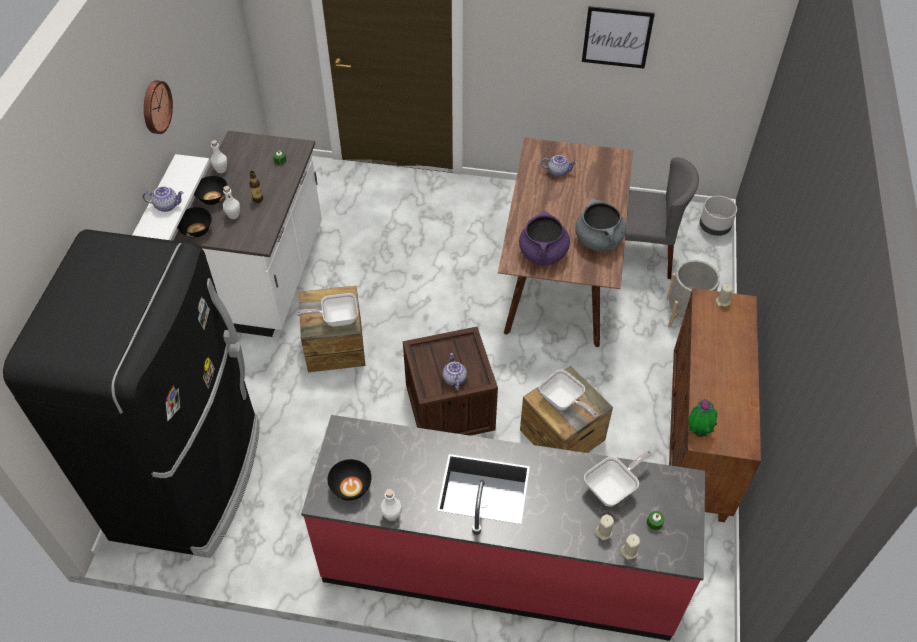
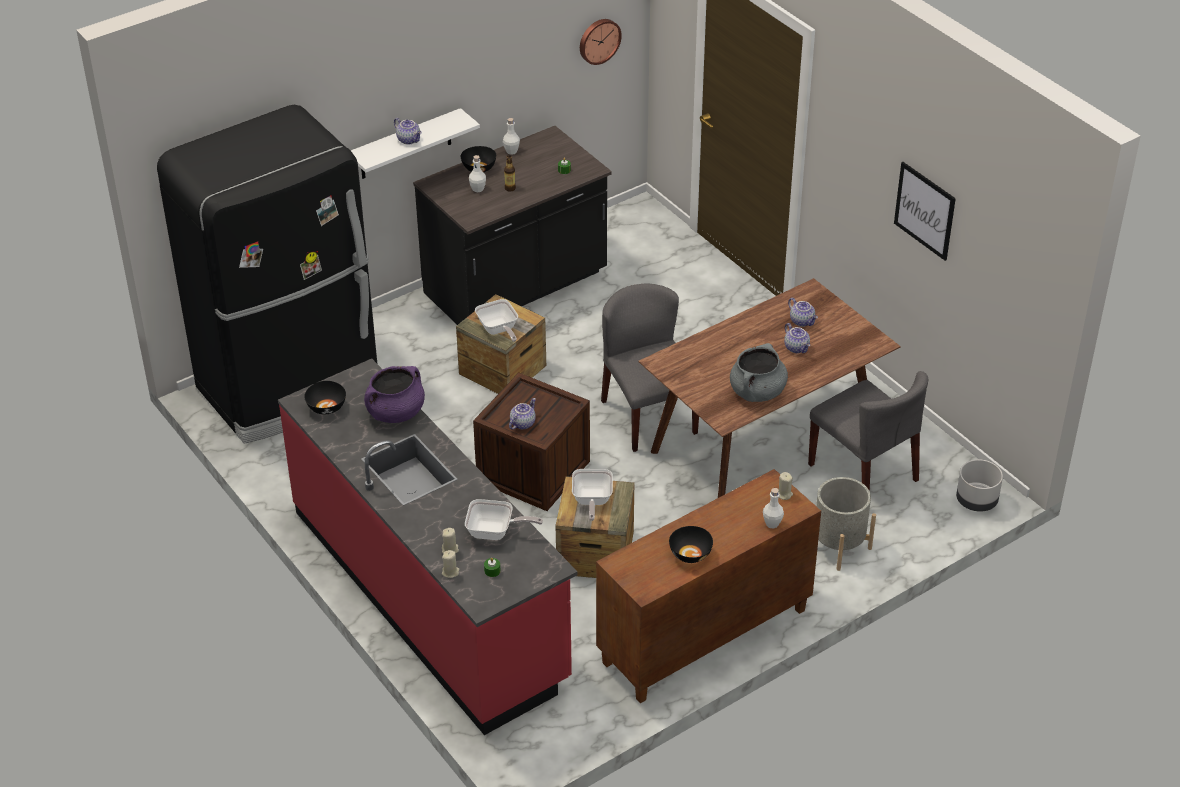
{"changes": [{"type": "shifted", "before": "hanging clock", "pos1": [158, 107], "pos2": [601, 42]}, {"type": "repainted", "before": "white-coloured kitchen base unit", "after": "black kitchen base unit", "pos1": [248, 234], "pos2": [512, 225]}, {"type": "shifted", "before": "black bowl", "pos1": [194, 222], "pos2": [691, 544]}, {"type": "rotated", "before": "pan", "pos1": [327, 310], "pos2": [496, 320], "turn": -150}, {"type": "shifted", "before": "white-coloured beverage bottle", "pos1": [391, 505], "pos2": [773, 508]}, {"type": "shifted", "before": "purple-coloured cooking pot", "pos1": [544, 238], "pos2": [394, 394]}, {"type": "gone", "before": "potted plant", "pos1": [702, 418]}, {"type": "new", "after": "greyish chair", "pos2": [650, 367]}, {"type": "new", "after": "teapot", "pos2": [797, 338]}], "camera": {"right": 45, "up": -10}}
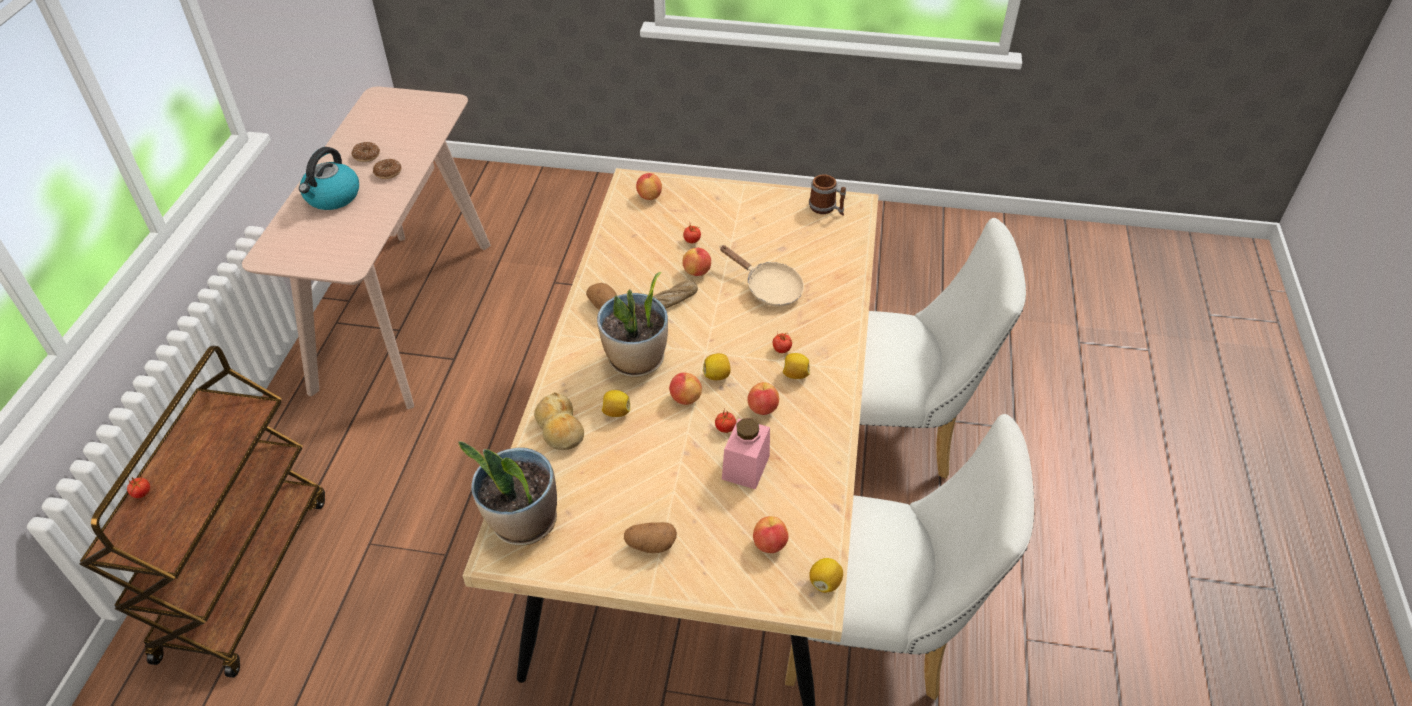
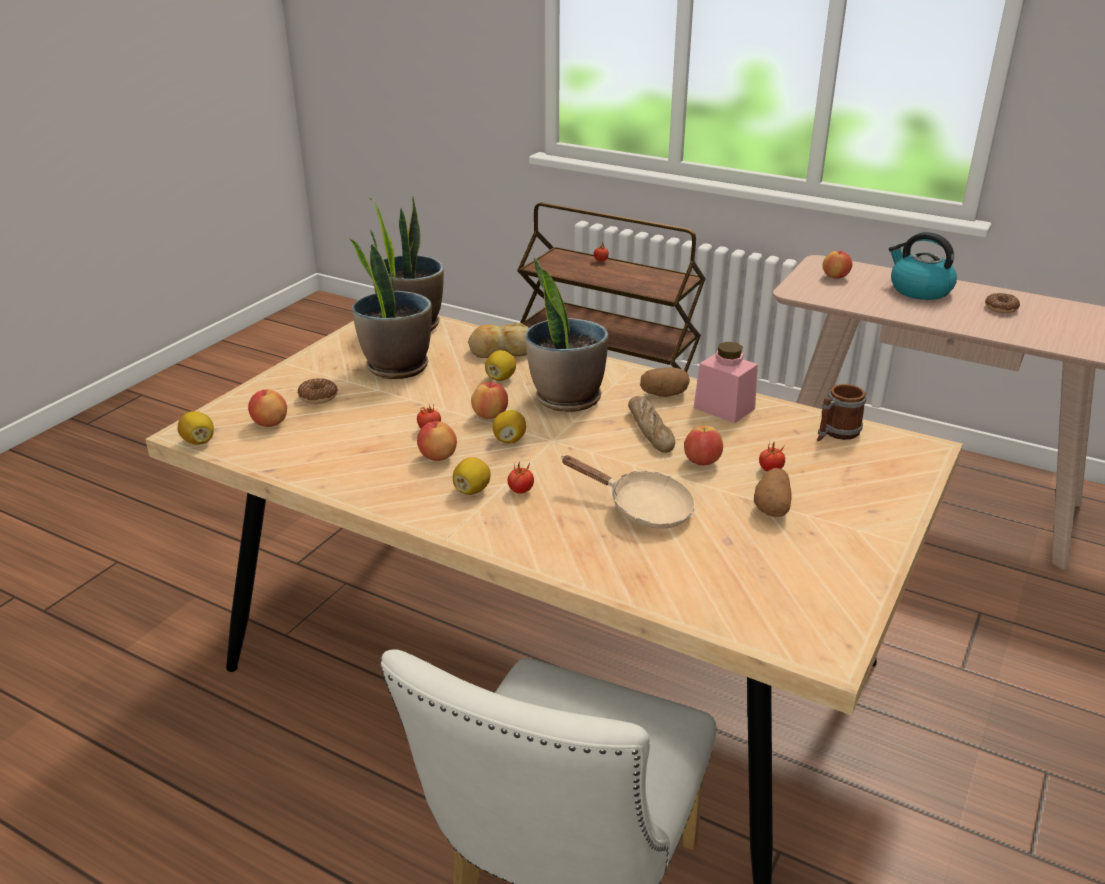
{"changes": [{"type": "shifted", "before": "ring doughnut", "pos1": [387, 169], "pos2": [318, 391]}, {"type": "shifted", "before": "whole potato", "pos1": [650, 537], "pos2": [773, 492]}, {"type": "shifted", "before": "whole apple", "pos1": [649, 186], "pos2": [837, 264]}, {"type": "rotated", "before": "beige-coloured pan", "pos1": [762, 276], "pos2": [628, 492], "turn": -120}, {"type": "shifted", "before": "pink-coloured preserve jar", "pos1": [746, 454], "pos2": [726, 382]}, {"type": "gone", "before": "white-coloured chair", "pos1": [910, 557]}, {"type": "shifted", "before": "tea mug", "pos1": [827, 195], "pos2": [841, 412]}, {"type": "new", "after": "potted plant", "pos2": [391, 304]}], "camera": {"right": 110, "up": -15}}
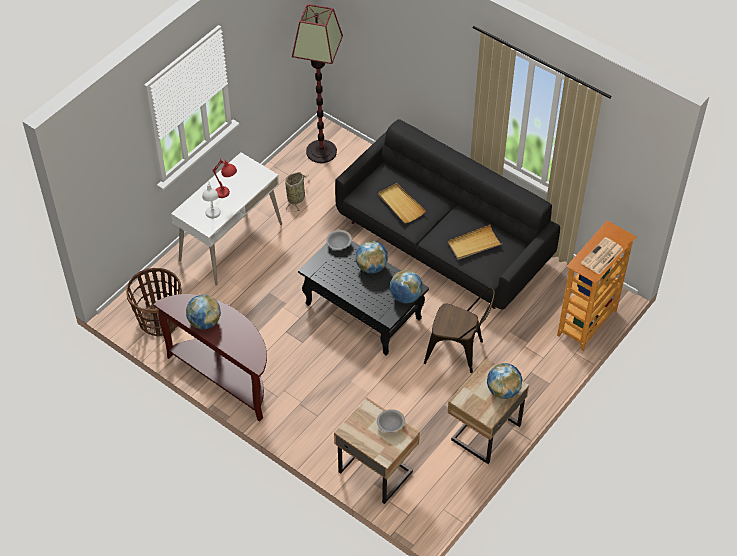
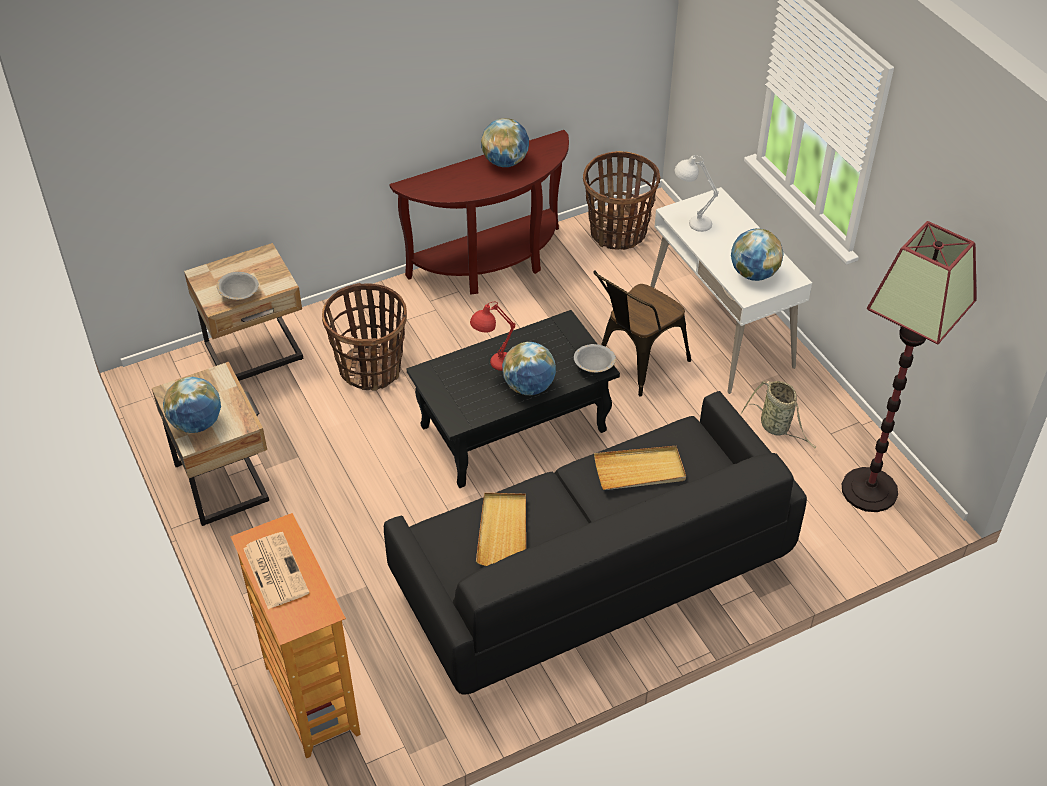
{"changes": [{"type": "shifted", "before": "reddish lamp for a table", "pos1": [225, 178], "pos2": [492, 336]}, {"type": "shifted", "before": "desk globe", "pos1": [406, 286], "pos2": [757, 254]}, {"type": "shifted", "before": "brown-coloured chair", "pos1": [459, 330], "pos2": [642, 333]}, {"type": "new", "after": "storage basket", "pos2": [364, 337]}], "camera": {"right": 115, "up": -5}}
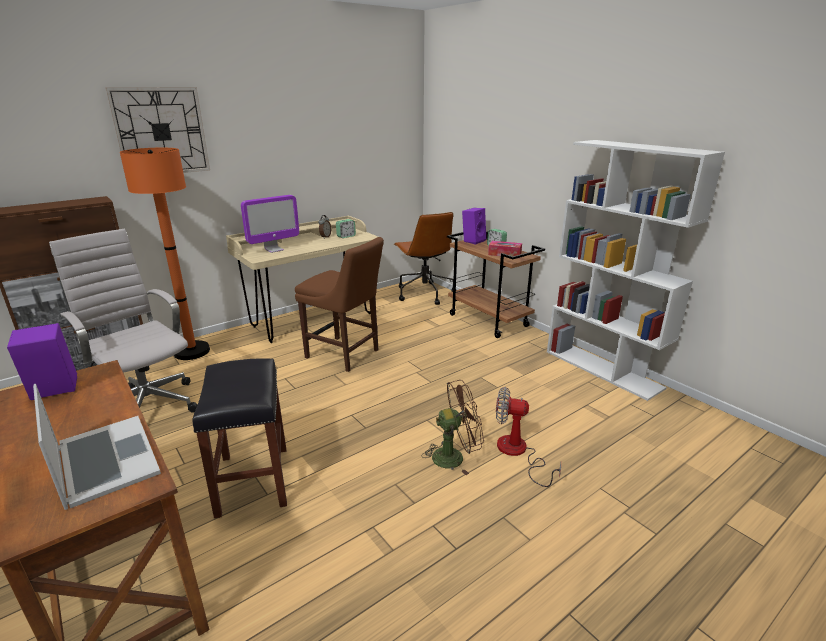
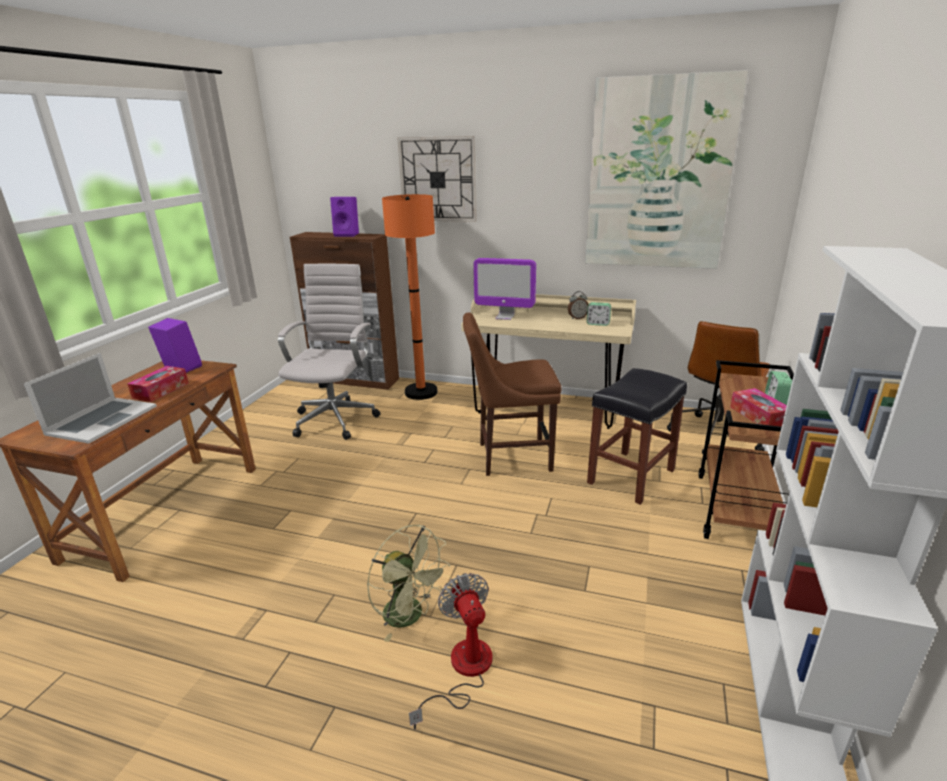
{"changes": [{"type": "shifted", "before": "black stool", "pos1": [240, 438], "pos2": [637, 436]}, {"type": "rotated", "before": "brown-coloured chair", "pos1": [339, 304], "pos2": [512, 394], "turn": 90}, {"type": "repainted", "before": "brown-coloured electric fan", "after": "greenish electric fan", "pos1": [452, 427], "pos2": [408, 583]}, {"type": "shifted", "before": "purple-coloured audio speaker", "pos1": [474, 226], "pos2": [344, 217]}, {"type": "new", "after": "tissue holder", "pos2": [158, 384]}, {"type": "new", "after": "wall picture", "pos2": [666, 169]}], "camera": {"right": 55, "up": 0}}
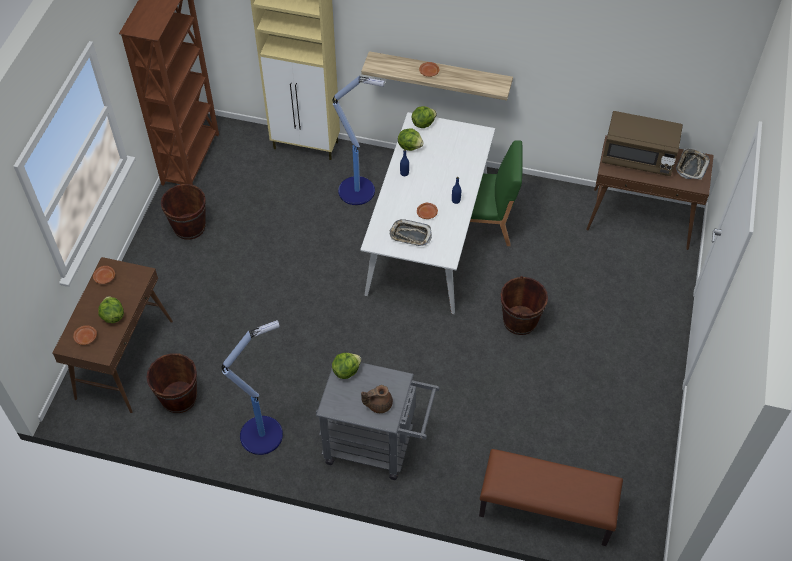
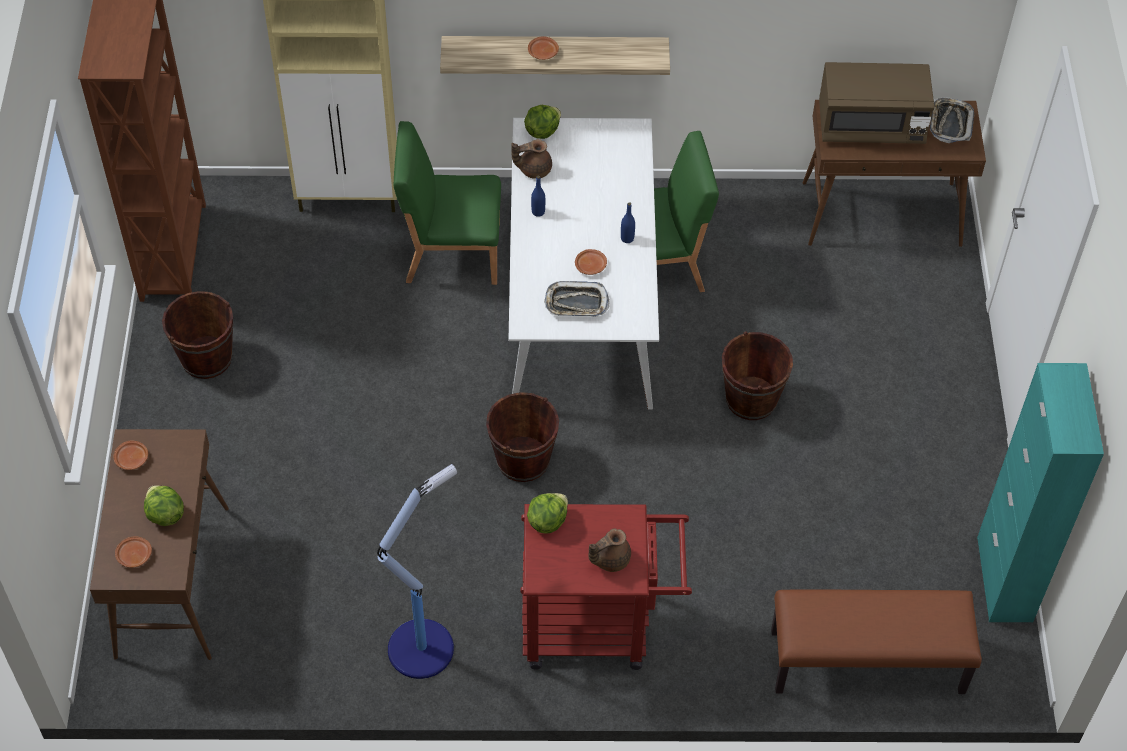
{"changes": [{"type": "shifted", "before": "brown-coloured water bucket", "pos1": [171, 383], "pos2": [522, 437]}, {"type": "repainted", "before": "greyish wheeled cart", "after": "reddish wheeled cart", "pos1": [378, 421], "pos2": [606, 587]}, {"type": "swapped", "before": "standard lamp", "after": "greenish chair", "pos1": [359, 140], "pos2": [447, 203]}, {"type": "swapped", "before": "lettuce head", "after": "brown-coloured teapot", "pos1": [411, 139], "pos2": [531, 159]}, {"type": "new", "after": "turquoise-coloured storage cabinet", "pos2": [1040, 492]}], "camera": {"right": -15, "up": 0}}
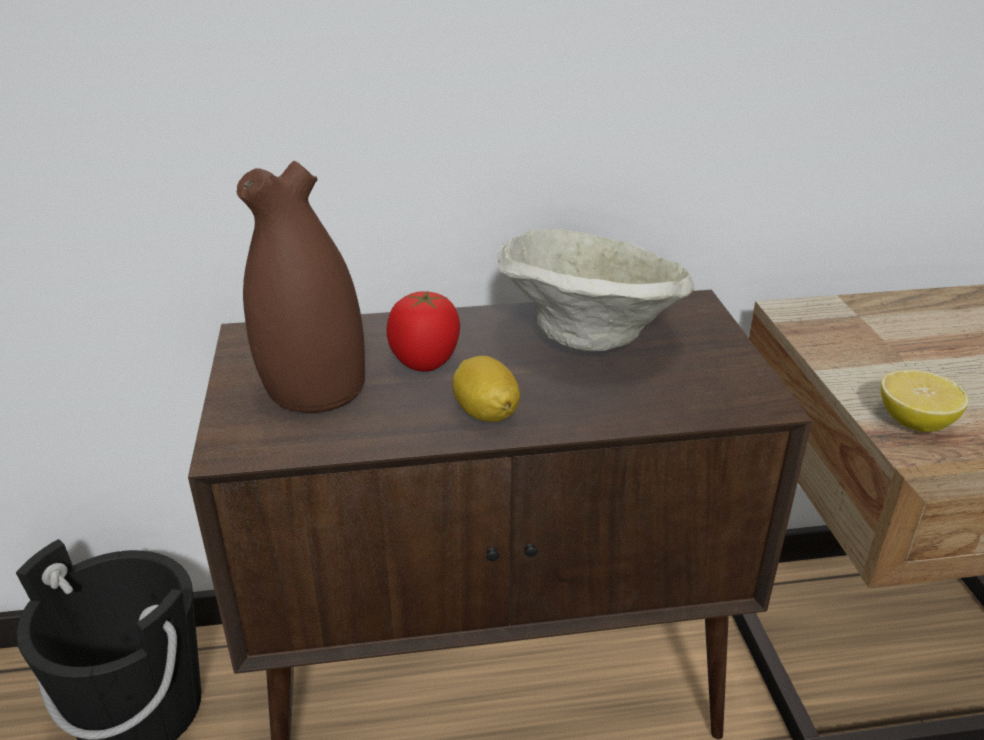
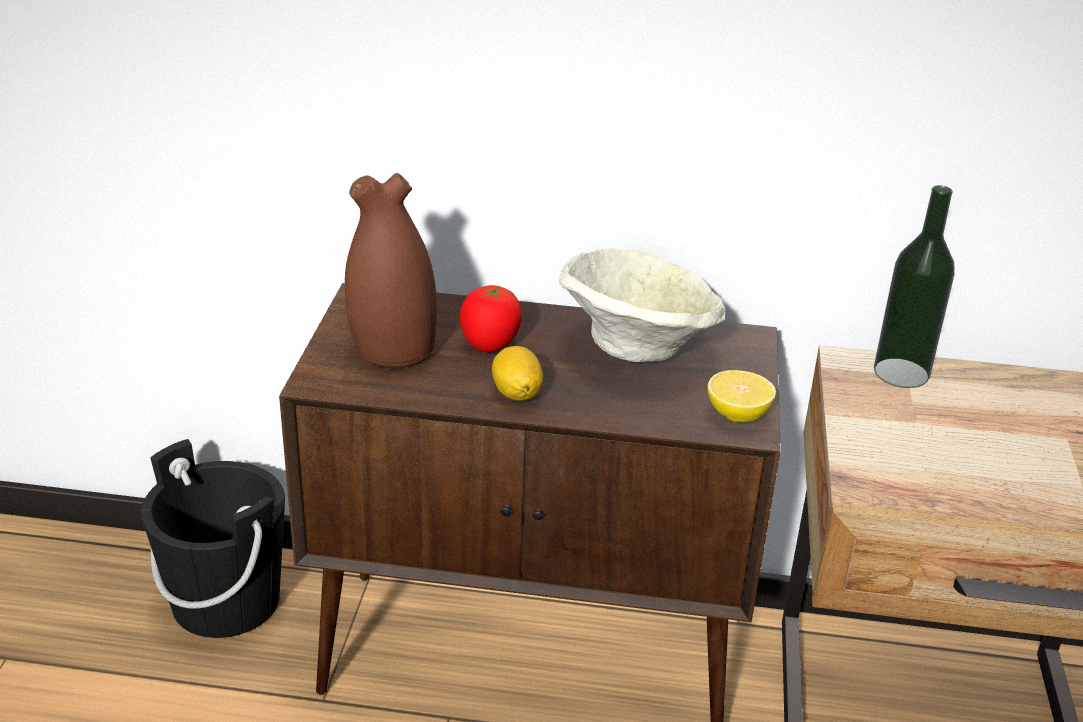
{"changes": [{"type": "shifted", "before": "citrus fruit", "pos1": [925, 401], "pos2": [741, 396]}, {"type": "new", "after": "beverage bottle", "pos2": [914, 286]}], "camera": {"right": 15, "up": 0}}
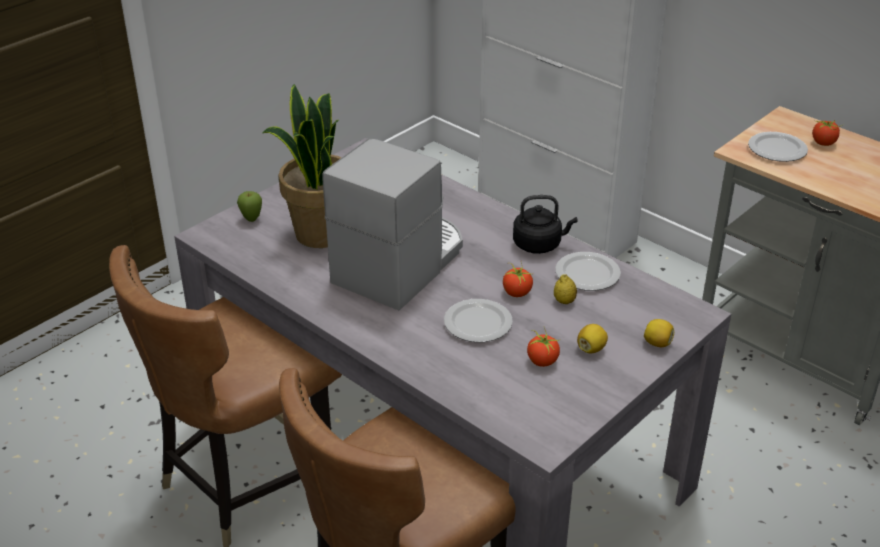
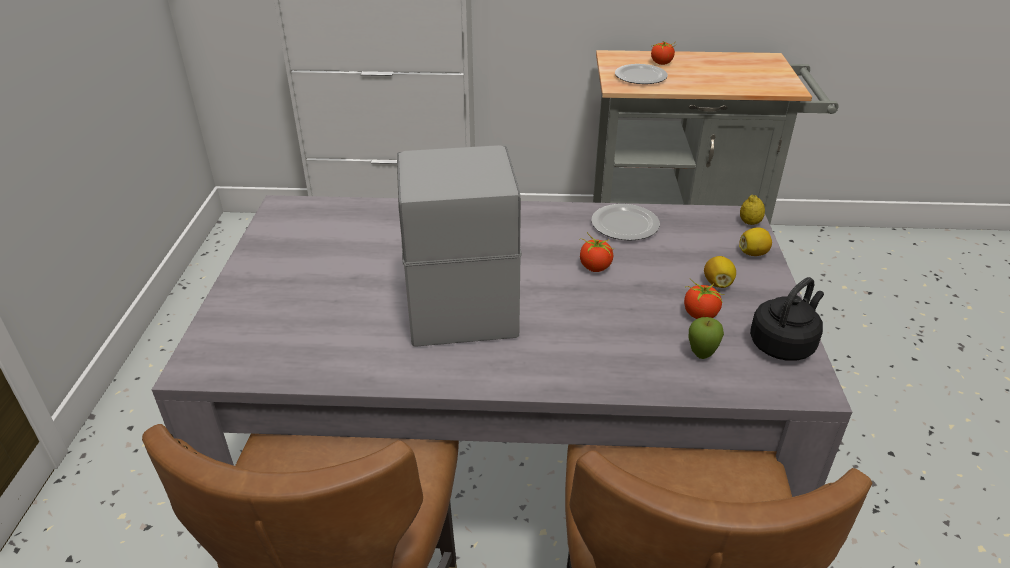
{"changes": [{"type": "shifted", "before": "whole apple", "pos1": [249, 206], "pos2": [706, 338]}, {"type": "gone", "before": "potted plant", "pos1": [302, 166]}, {"type": "gone", "before": "dinner plate", "pos1": [478, 320]}, {"type": "shifted", "before": "black water kettle", "pos1": [545, 224], "pos2": [787, 319]}, {"type": "shifted", "before": "citrus fruit", "pos1": [565, 289], "pos2": [752, 210]}], "camera": {"right": -40, "up": 0}}
